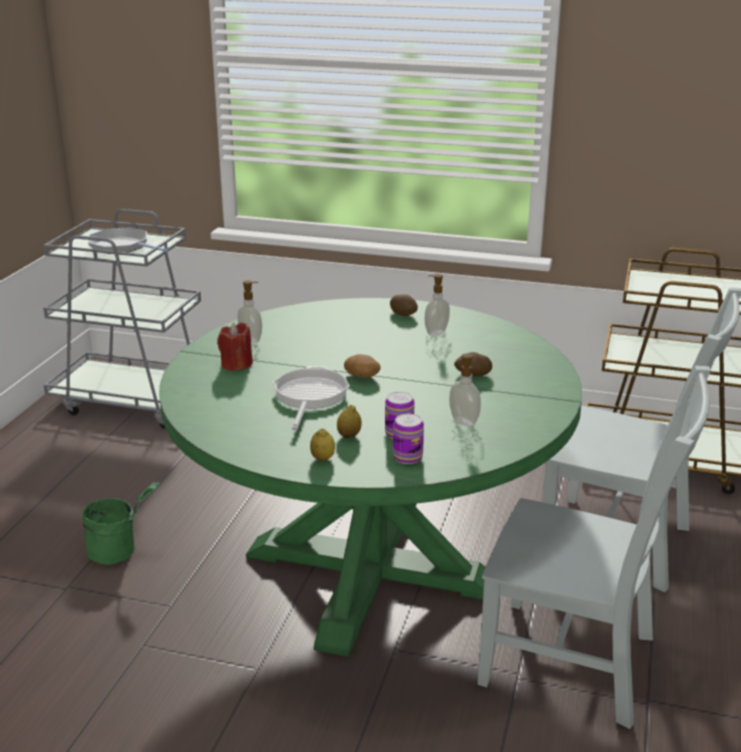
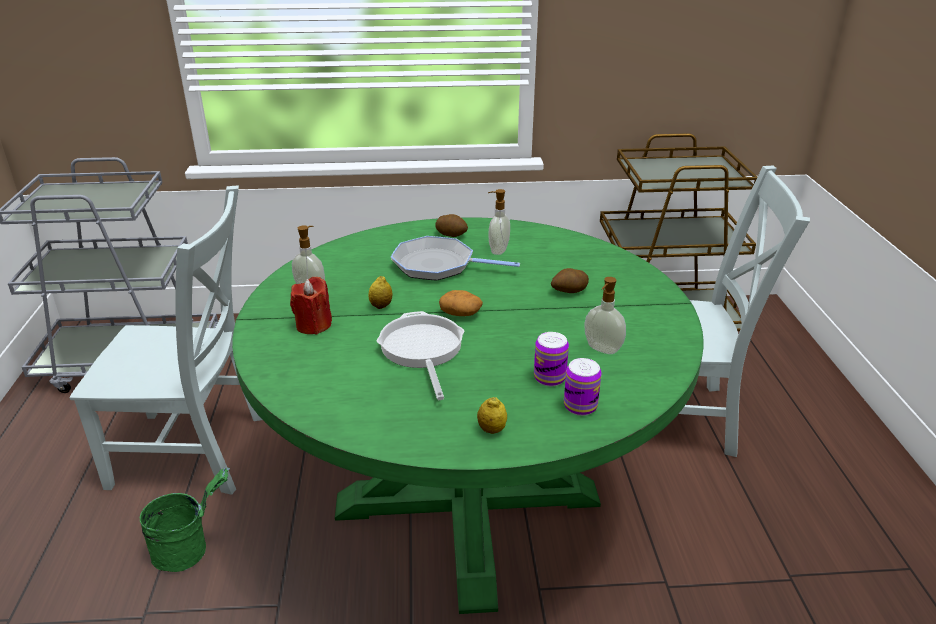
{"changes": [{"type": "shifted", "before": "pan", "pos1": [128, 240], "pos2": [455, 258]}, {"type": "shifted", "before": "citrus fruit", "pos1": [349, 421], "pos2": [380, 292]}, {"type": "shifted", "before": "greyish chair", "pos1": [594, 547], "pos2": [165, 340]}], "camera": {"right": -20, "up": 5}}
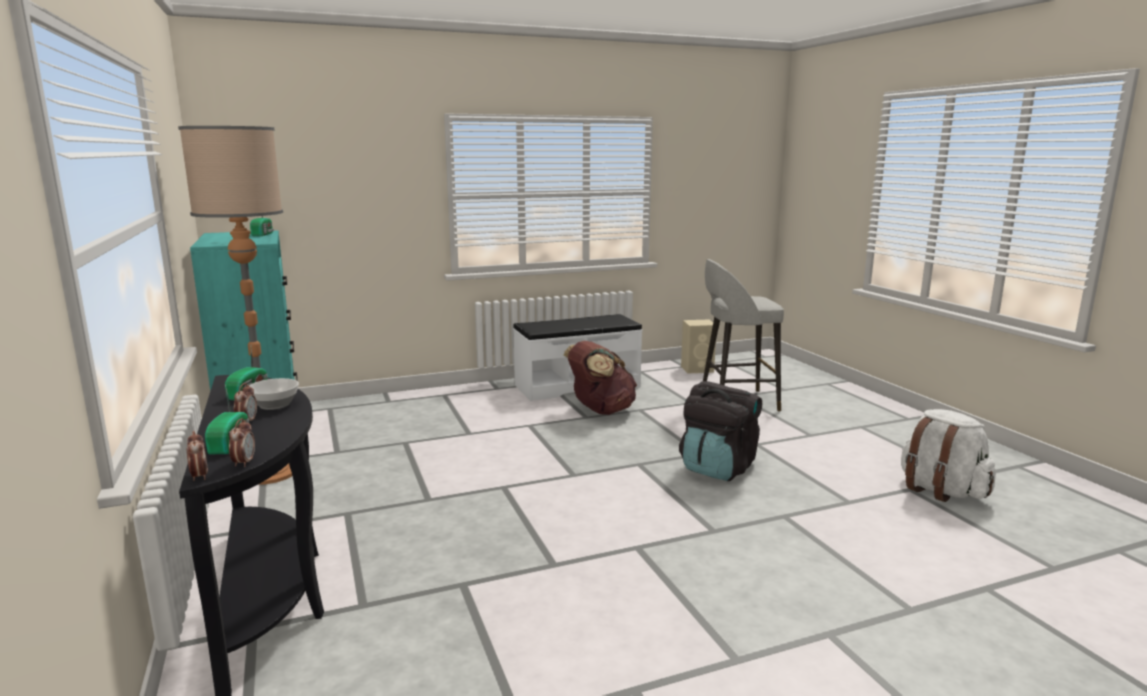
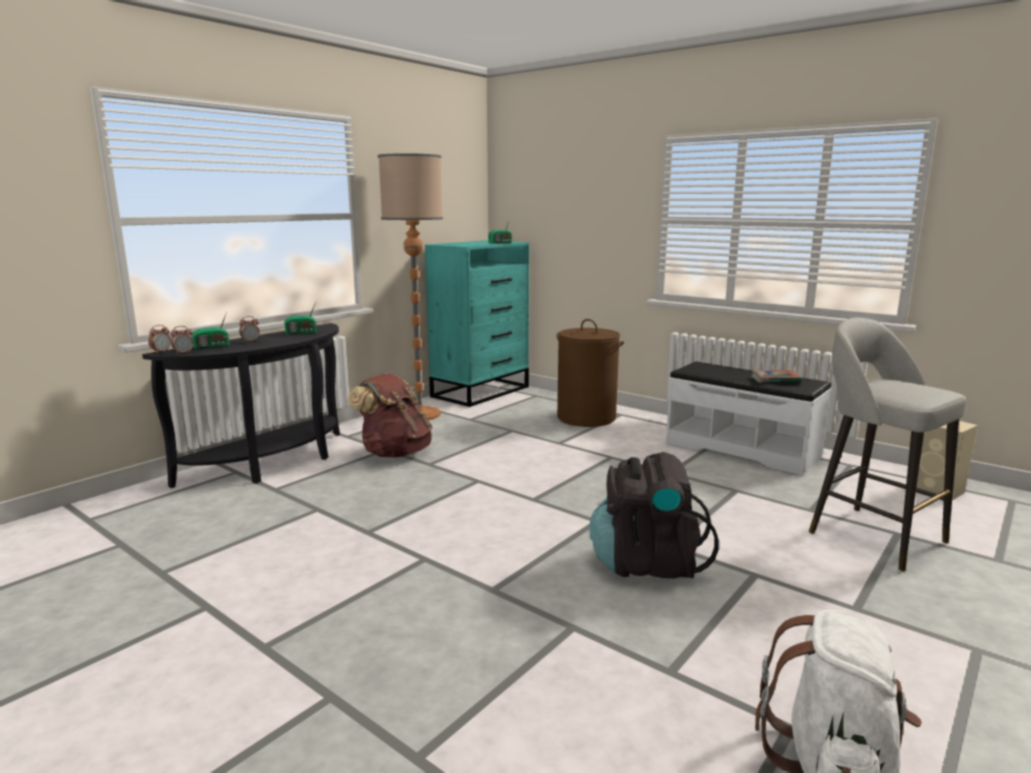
{"changes": [{"type": "gone", "before": "bowl", "pos1": [274, 394]}, {"type": "shifted", "before": "brown-coloured rucksack", "pos1": [600, 378], "pos2": [390, 415]}, {"type": "new", "after": "brown-coloured washing basket", "pos2": [590, 373]}, {"type": "new", "after": "book", "pos2": [776, 377]}], "camera": {"right": 60, "up": 0}}
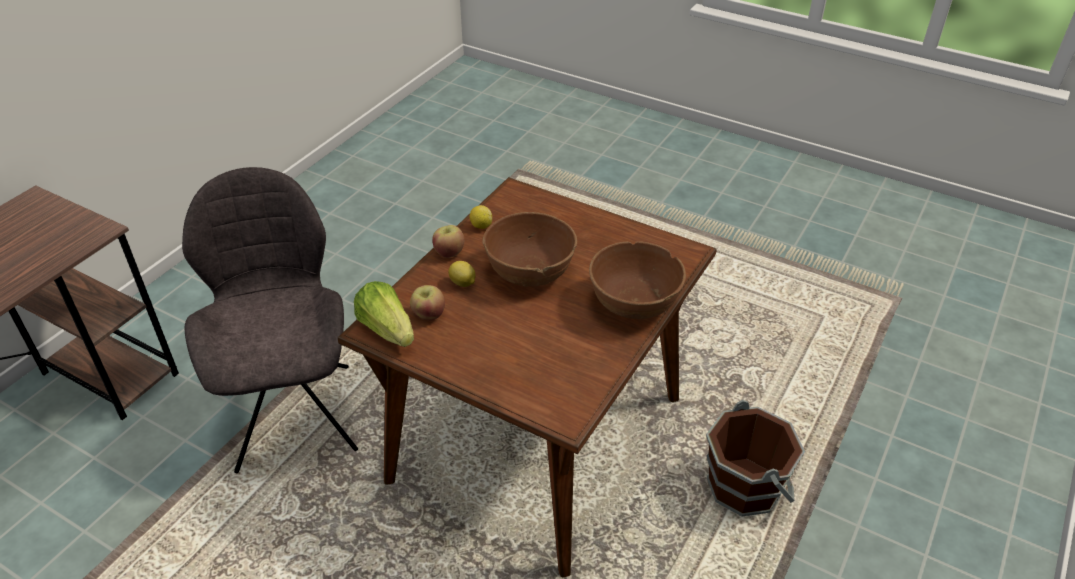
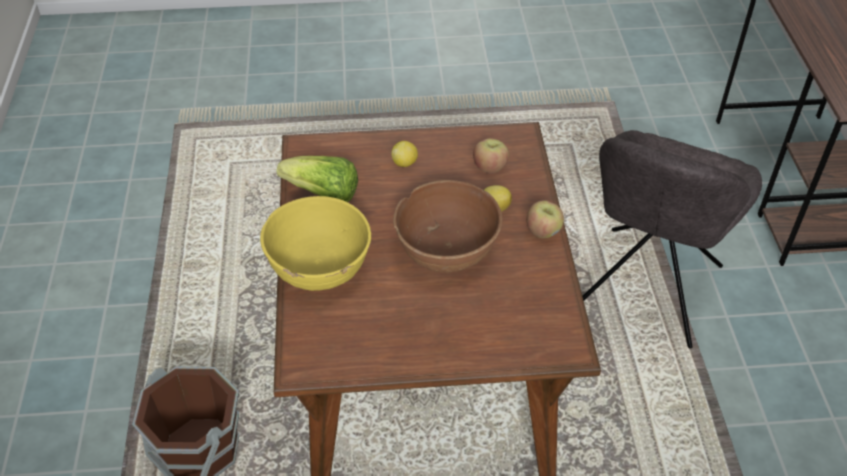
{"changes": [{"type": "rotated", "before": "greyish chair", "pos1": [270, 320], "pos2": [672, 239], "turn": 75}, {"type": "shifted", "before": "lettuce head", "pos1": [384, 314], "pos2": [317, 179]}, {"type": "shifted", "before": "citrus fruit", "pos1": [481, 217], "pos2": [404, 154]}, {"type": "repainted", "before": "brown-coloured bowl", "after": "yellow bowl", "pos1": [637, 280], "pos2": [315, 243]}], "camera": {"right": 145, "up": 5}}
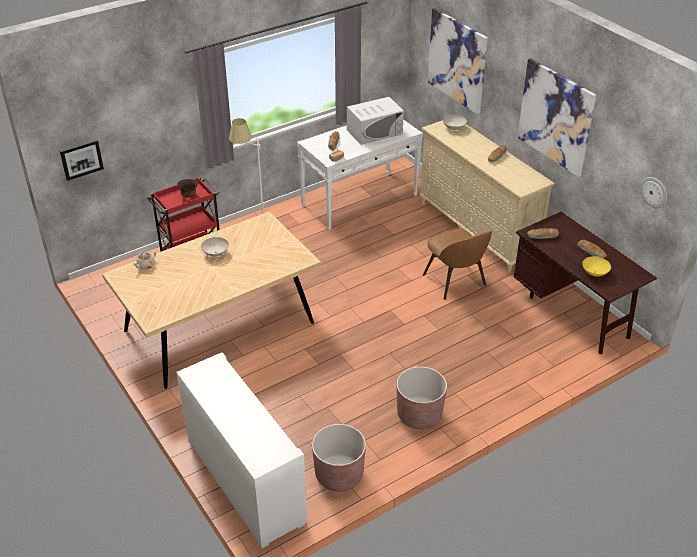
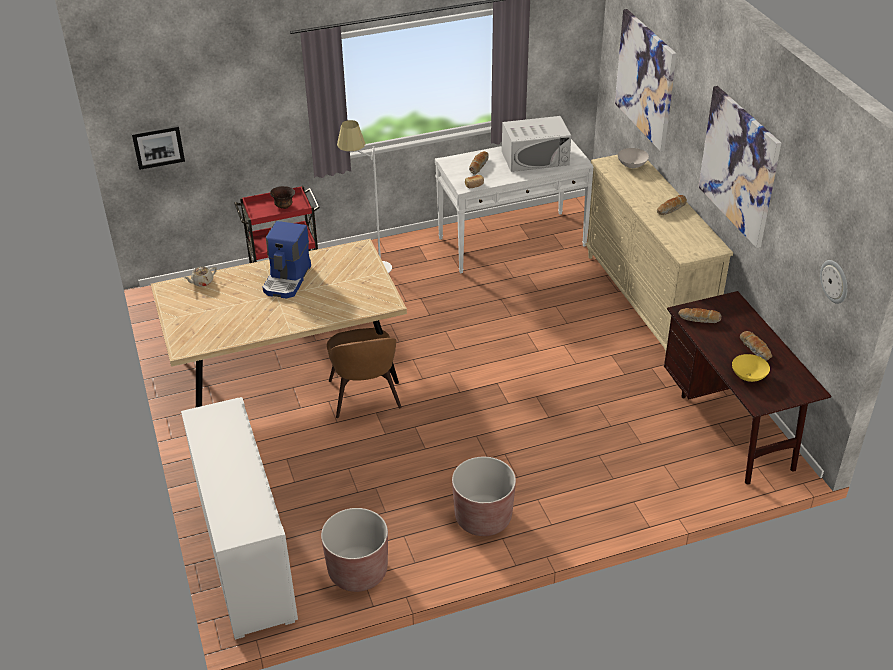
{"changes": [{"type": "swapped", "before": "white-coloured bowl", "after": "coffee brewer", "pos1": [215, 247], "pos2": [287, 260]}, {"type": "shifted", "before": "brown-coloured chair", "pos1": [457, 264], "pos2": [364, 373]}], "camera": {"right": 15, "up": 0}}
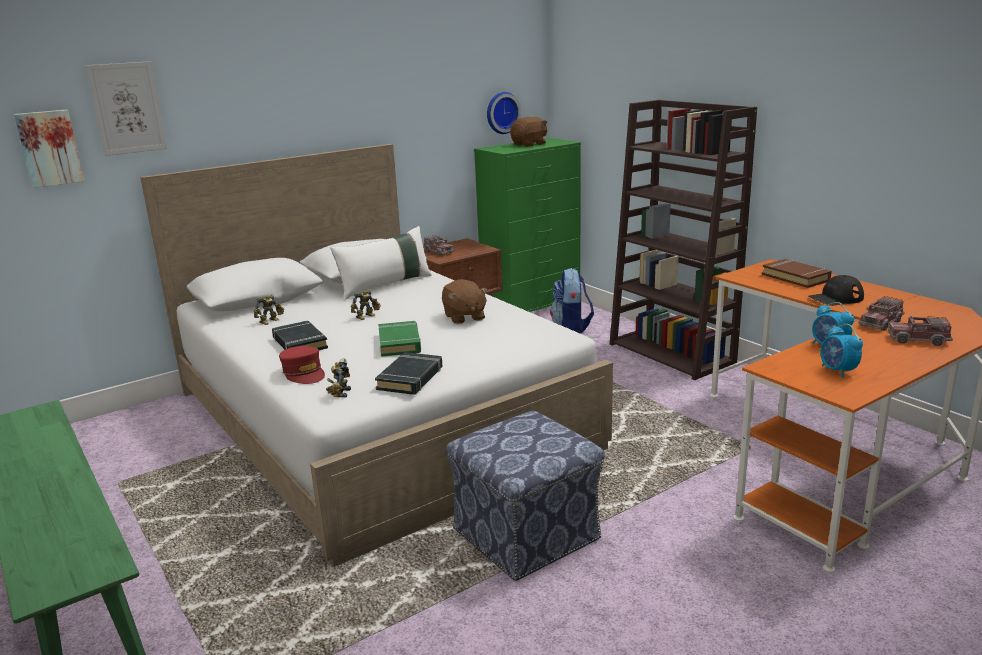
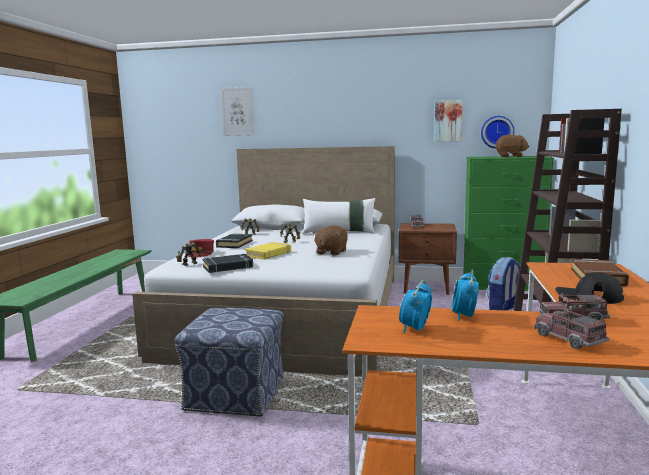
{"changes": [{"type": "shifted", "before": "wall picture", "pos1": [49, 149], "pos2": [448, 121]}, {"type": "repainted", "before": "greenish book", "after": "yellow book", "pos1": [399, 339], "pos2": [268, 251]}], "camera": {"right": 45, "up": -10}}
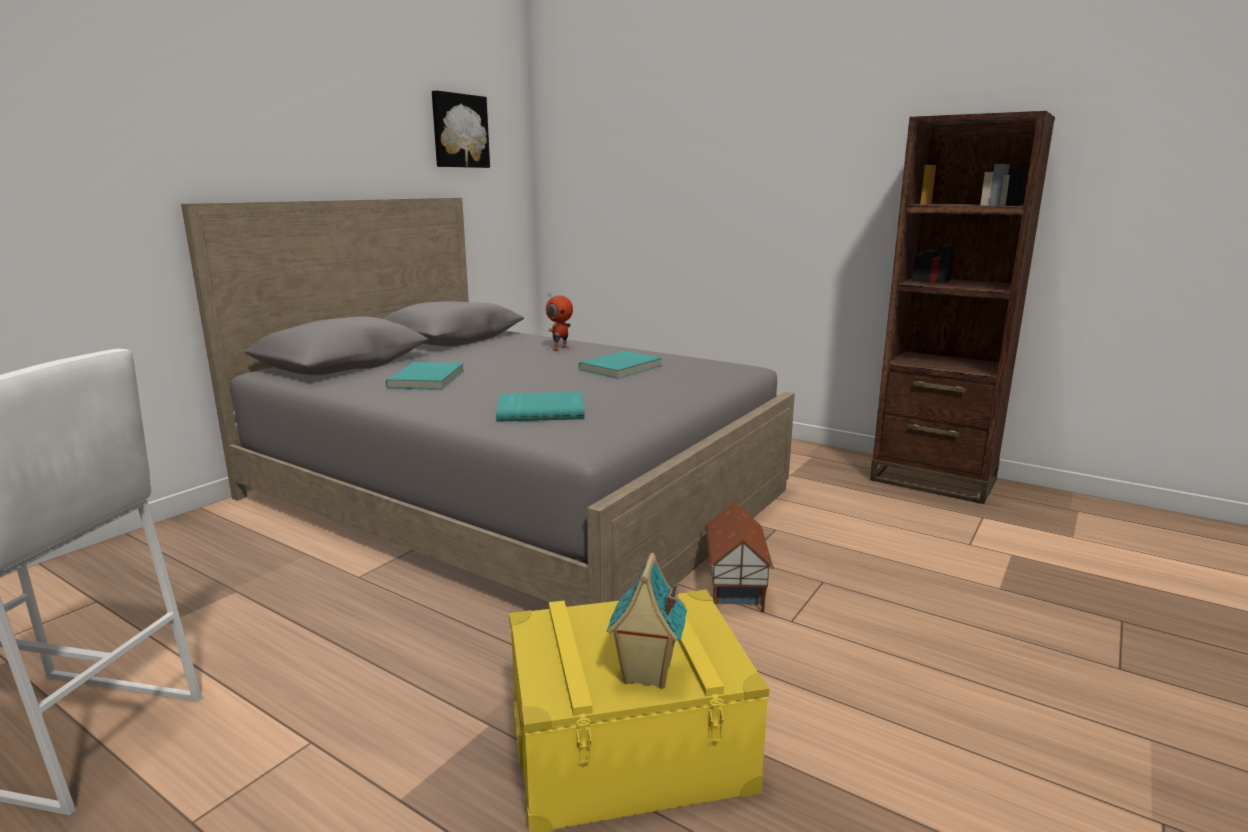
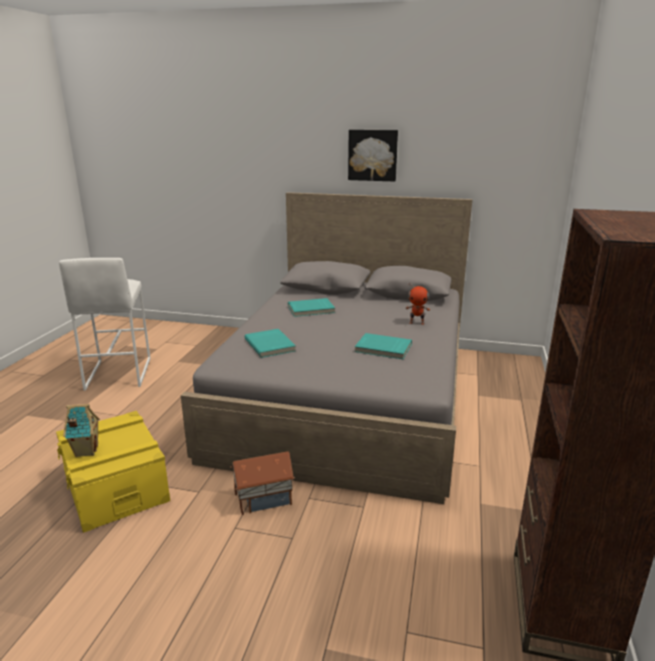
{"changes": [{"type": "shifted", "before": "wall picture", "pos1": [461, 129], "pos2": [373, 156]}], "camera": {"right": 70, "up": 5}}
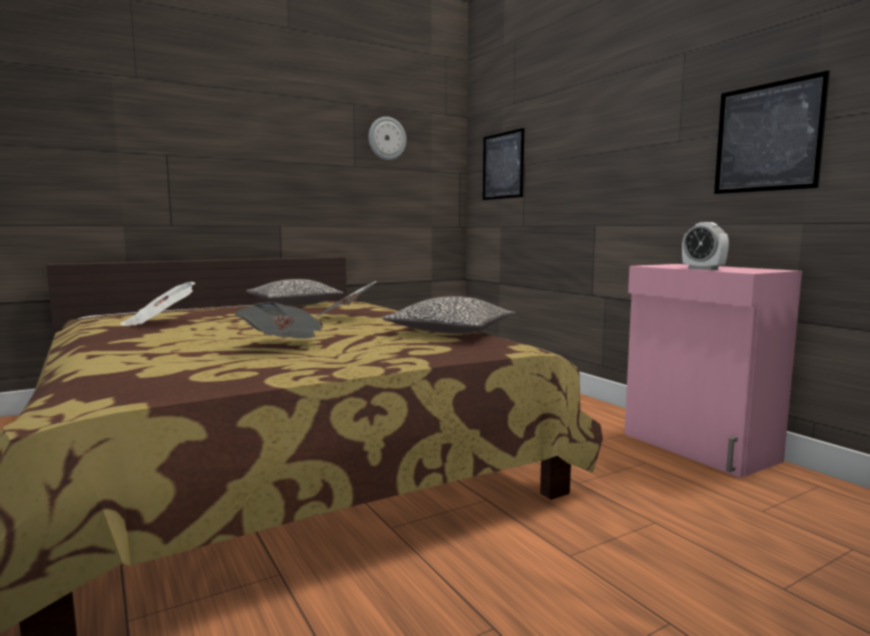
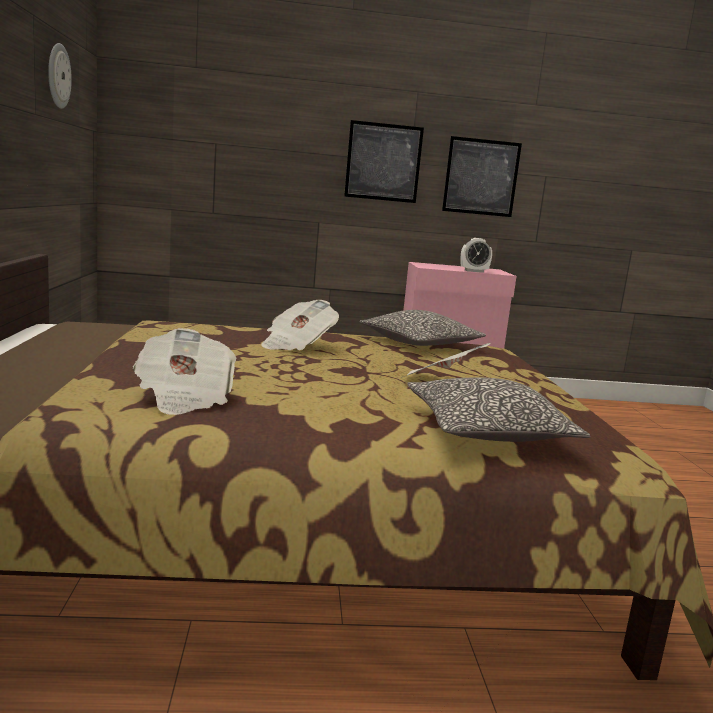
{"changes": [{"type": "shifted", "before": "cushion", "pos1": [295, 292], "pos2": [499, 409]}, {"type": "shifted", "before": "wall picture", "pos1": [503, 164], "pos2": [384, 161]}], "camera": {"right": -65, "up": 5}}
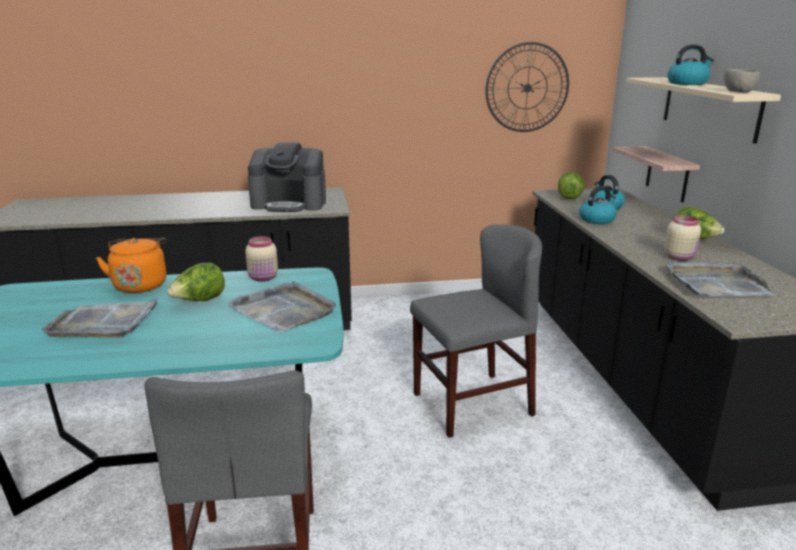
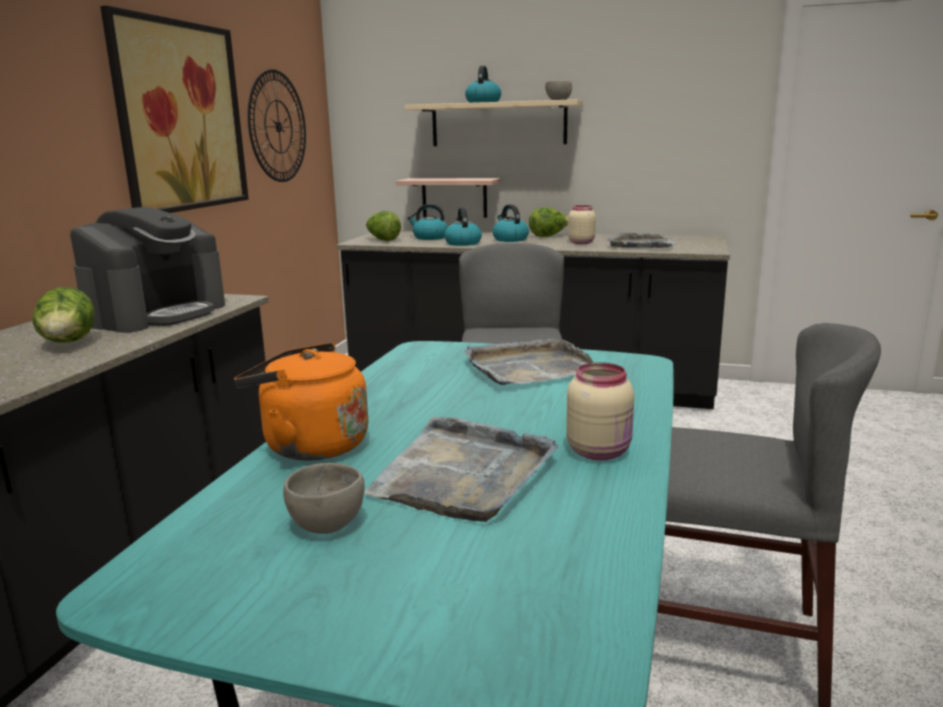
{"changes": [{"type": "shifted", "before": "lettuce head", "pos1": [196, 282], "pos2": [63, 315]}, {"type": "shifted", "before": "beige-coloured preserve jar", "pos1": [261, 259], "pos2": [600, 411]}, {"type": "new", "after": "wall picture", "pos2": [174, 109]}, {"type": "new", "after": "greyish bowl", "pos2": [324, 498]}, {"type": "new", "after": "water kettle", "pos2": [510, 223]}], "camera": {"right": -65, "up": -5}}
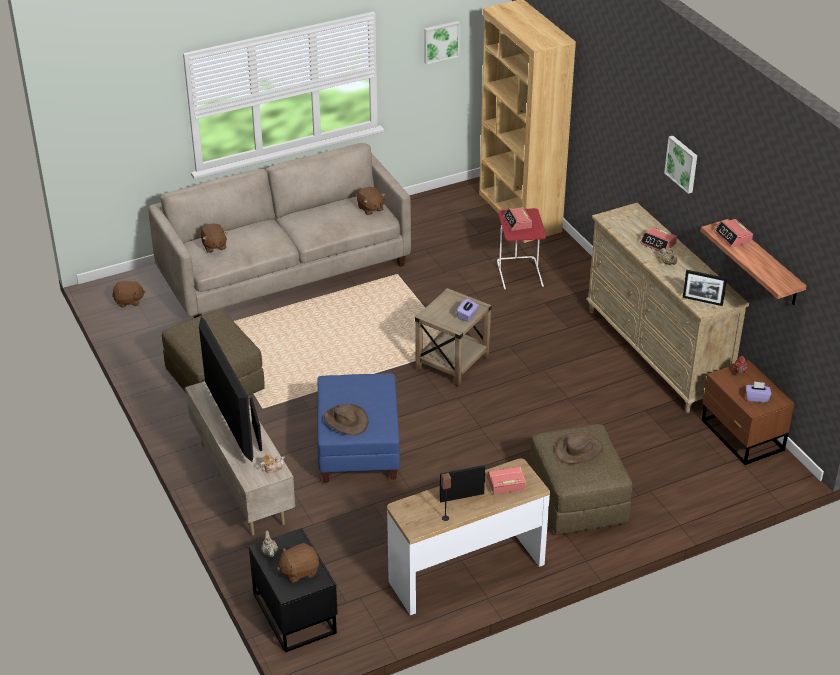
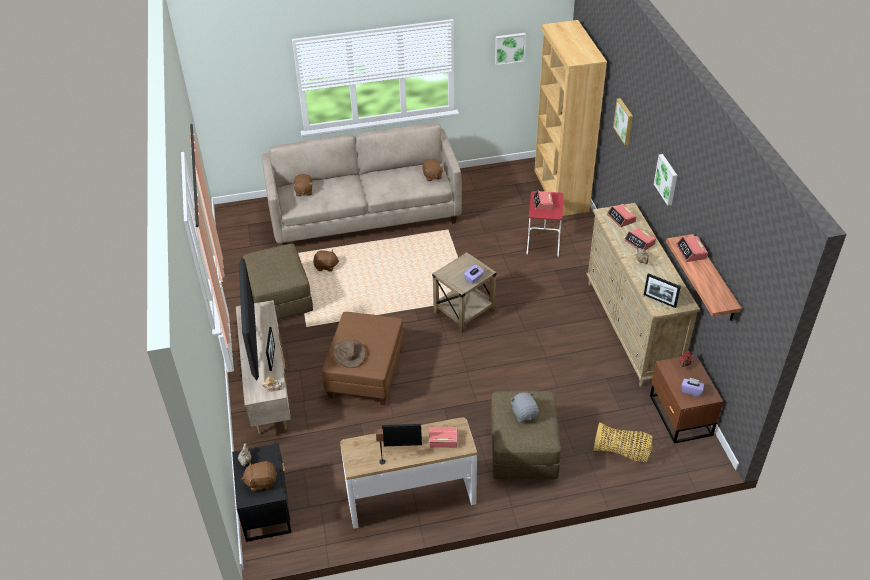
{"changes": [{"type": "shifted", "before": "brown-coloured soft toy", "pos1": [129, 293], "pos2": [326, 260]}, {"type": "repainted", "before": "blue-coloured pouffe", "after": "brown-coloured pouffe", "pos1": [358, 427], "pos2": [362, 358]}, {"type": "swapped", "before": "brown-coloured wearable hat", "after": "greyish soft toy", "pos1": [579, 448], "pos2": [524, 407]}, {"type": "new", "after": "storage basket", "pos2": [622, 442]}, {"type": "new", "after": "alarm clock", "pos2": [622, 215]}, {"type": "new", "after": "wall picture", "pos2": [623, 121]}], "camera": {"right": 15, "up": 5}}
